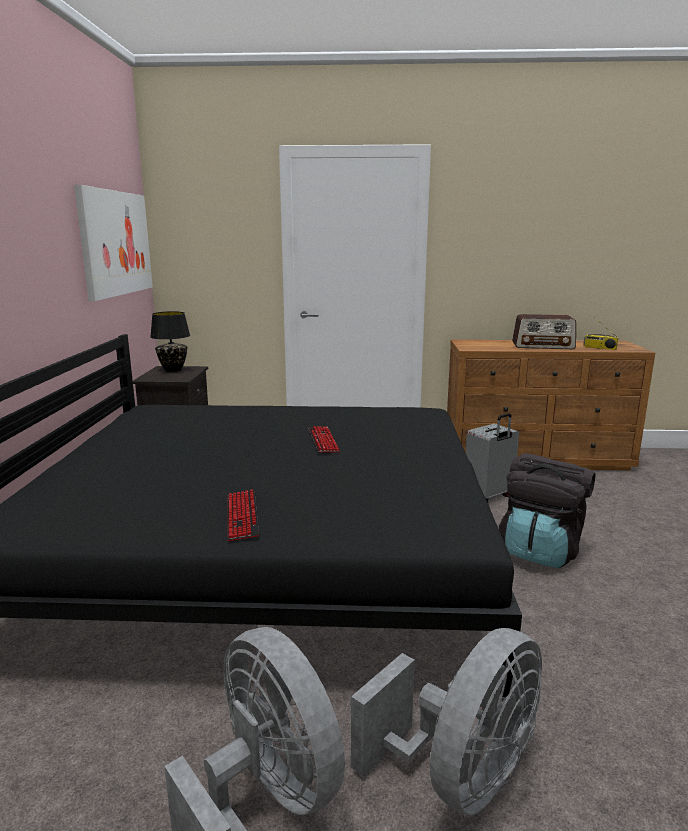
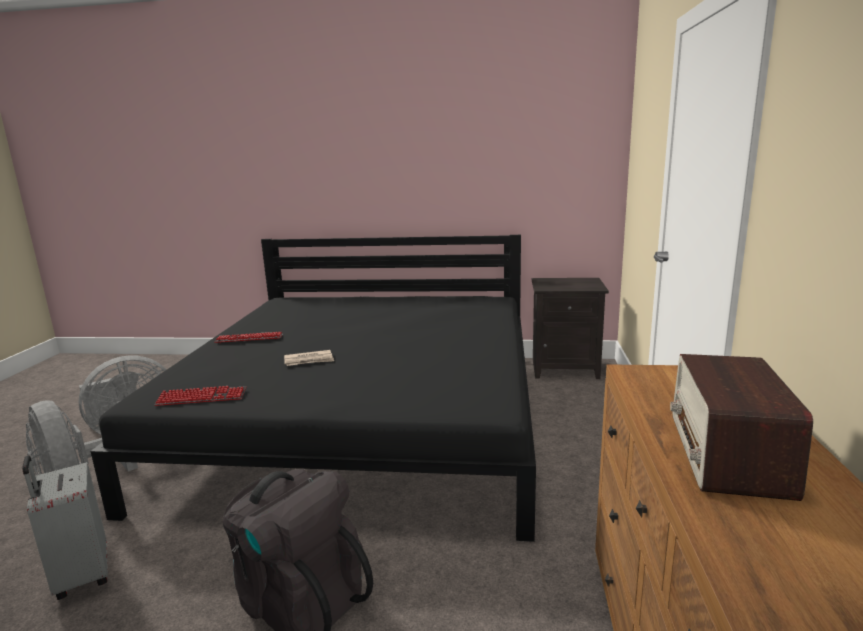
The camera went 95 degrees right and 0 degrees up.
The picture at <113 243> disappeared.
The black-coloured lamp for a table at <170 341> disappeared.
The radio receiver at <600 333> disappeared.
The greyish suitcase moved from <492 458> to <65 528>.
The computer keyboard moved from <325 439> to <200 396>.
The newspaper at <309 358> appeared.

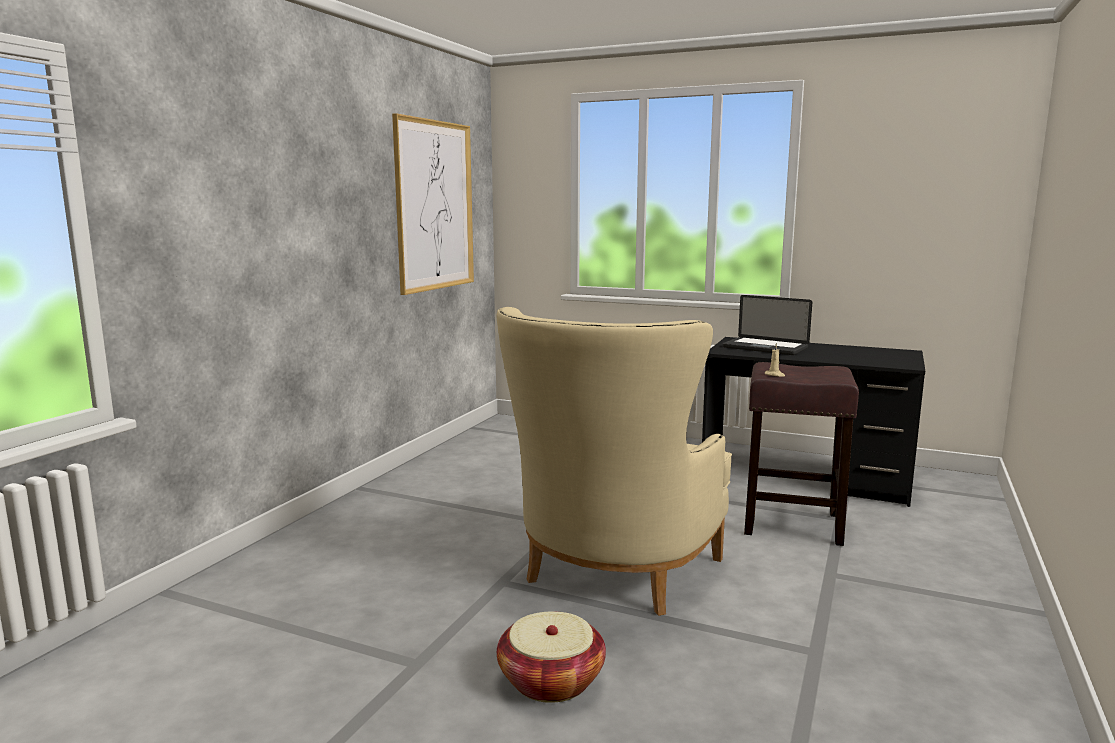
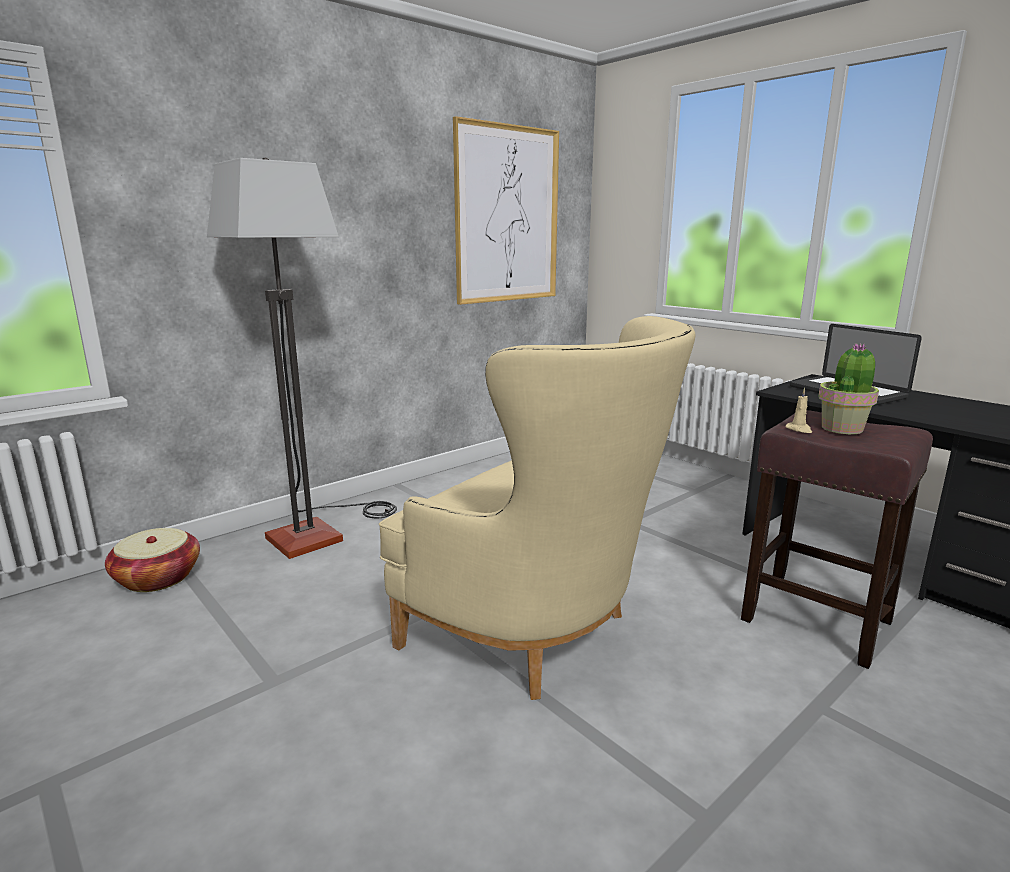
The camera went 25 degrees right and 5 degrees up.
The beige-coloured lounge chair at <614 461> turned 105 degrees counterclockwise.
The basket moved from <551 657> to <152 560>.
The standing lamp at <302 358> appeared.
The plant in a pot at <848 388> appeared.

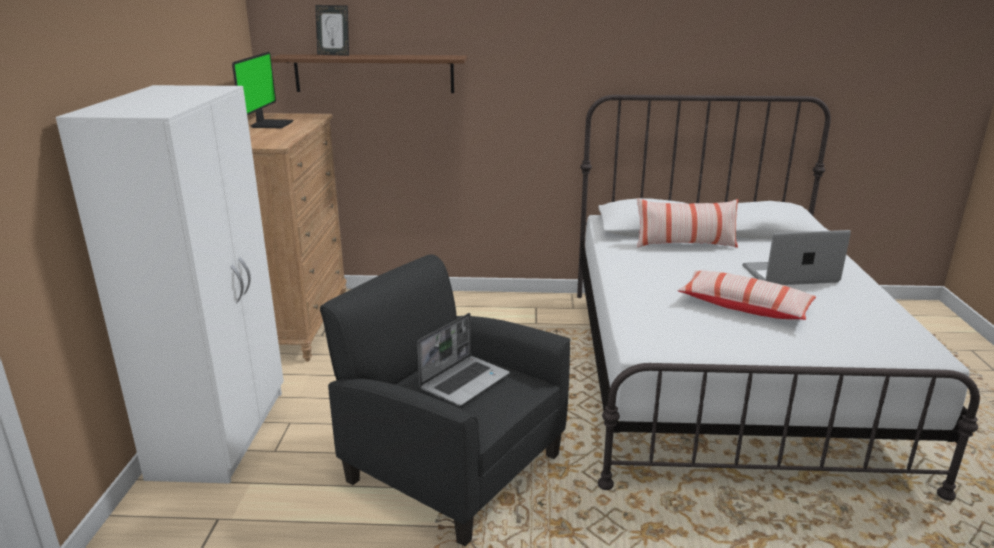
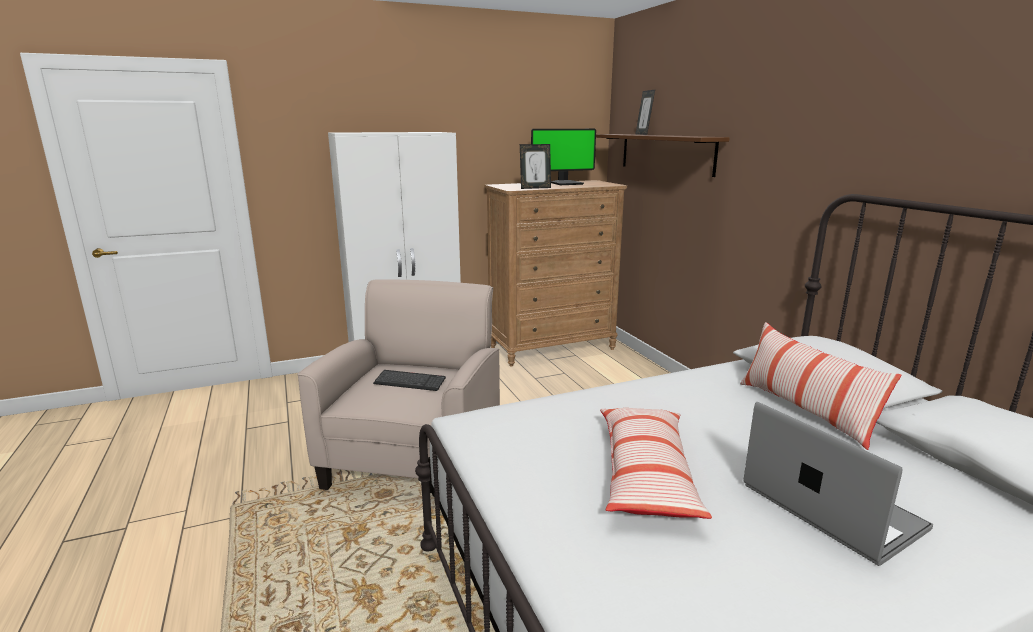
The camera went 65 degrees right and 5 degrees down.
The black-coloured lounge chair at <445 400> became the beige-coloured lounge chair at <398 384>.
The laptop at <463 359> was replaced by the computer keyboard at <409 380>.
The photo frame at <535 166> appeared.

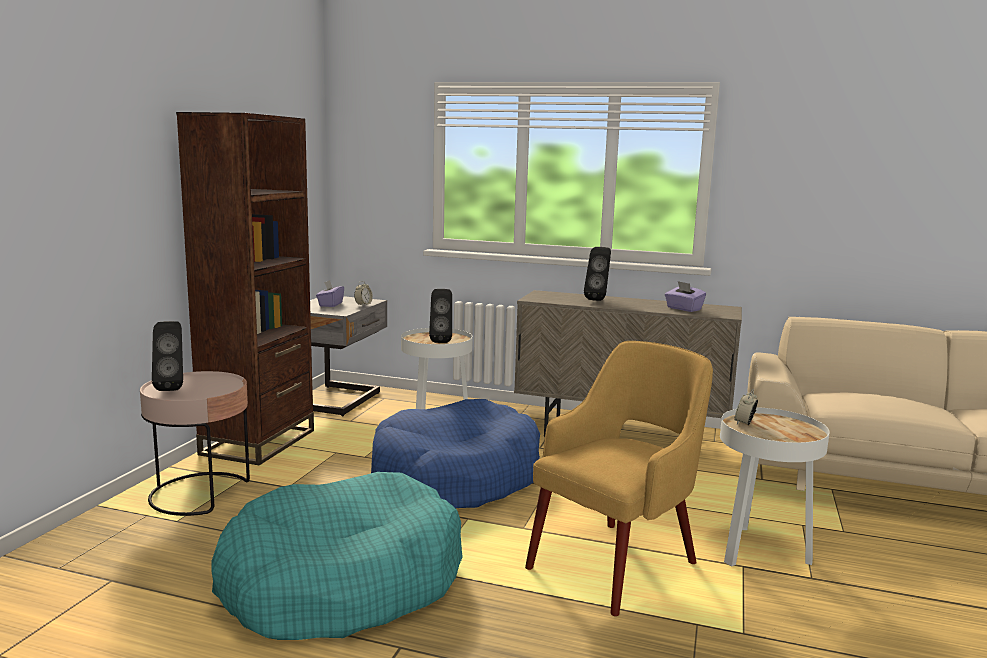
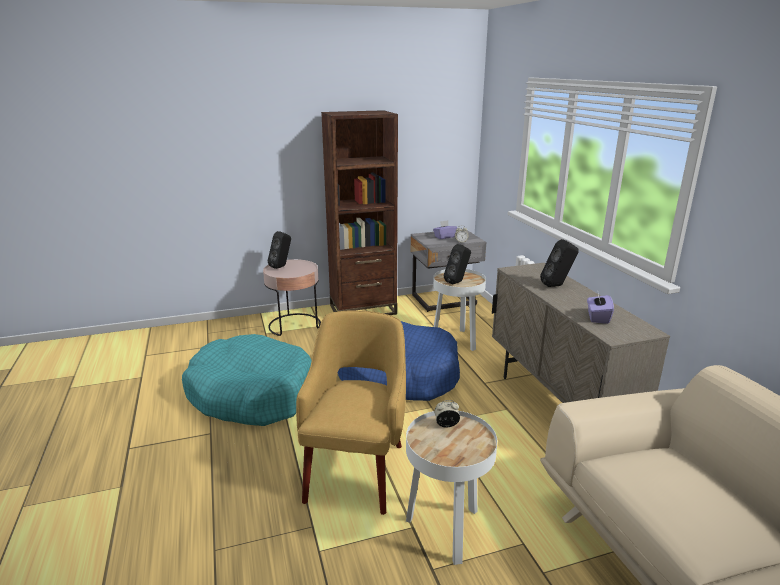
The camera went 55 degrees right and 10 degrees up.
The yellow-coloured lounge chair at <619 478> turned 90 degrees counterclockwise.

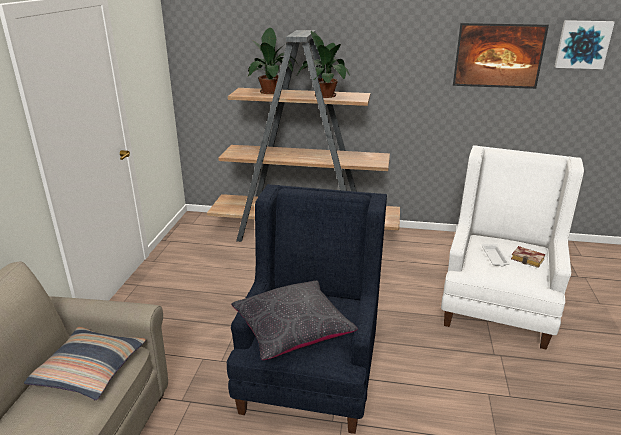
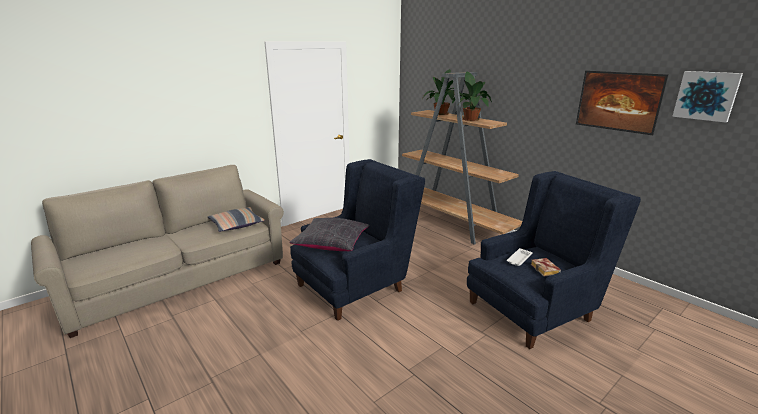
The camera went 40 degrees right and 5 degrees down.
The whitish lounge chair at <512 247> became the blue-coloured lounge chair at <554 260>.

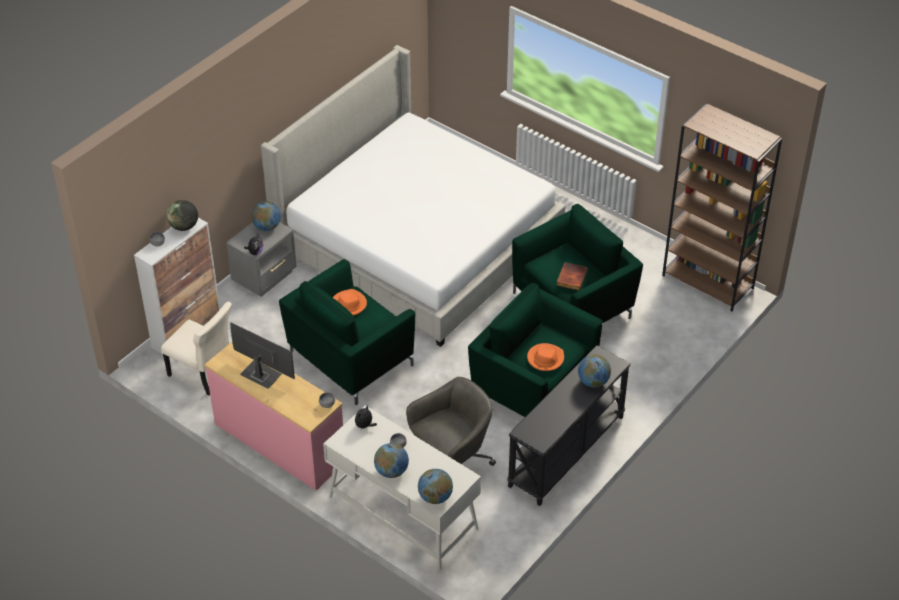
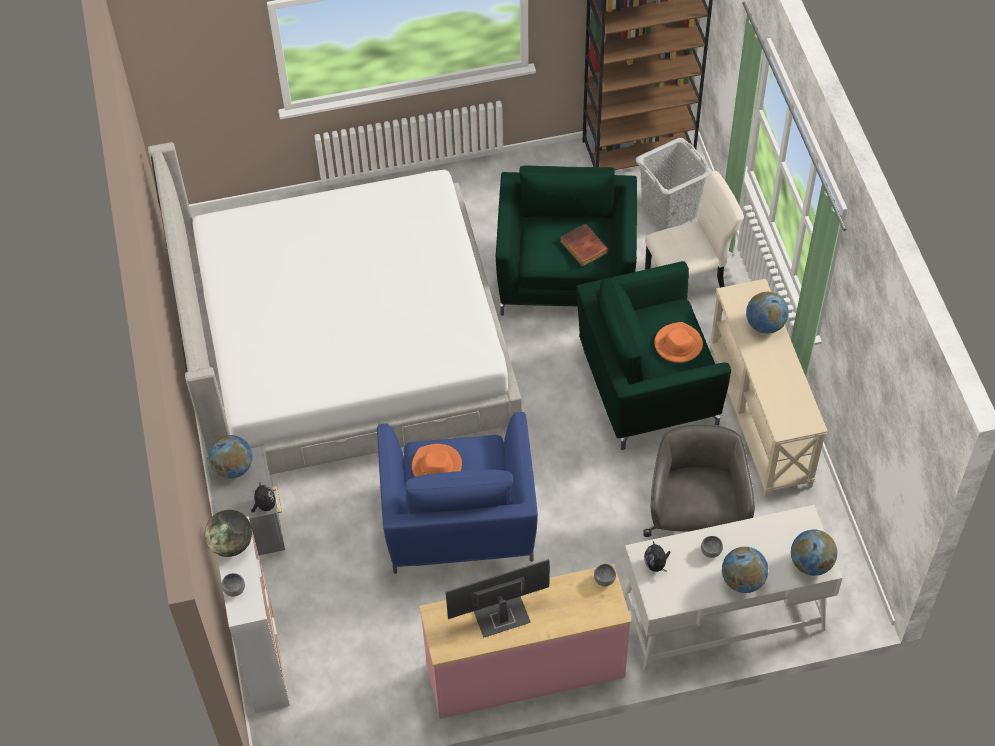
The camera went 50 degrees left and 10 degrees up.
The green-coloured lounge chair at <347 332> became the blue-coloured lounge chair at <457 493>.
The beige-coloured chair moved from <196 349> to <694 229>.
The black-coloured hall table at <569 425> became the beige-coloured hall table at <768 388>.
The greyish washing basket at <674 184> appeared.

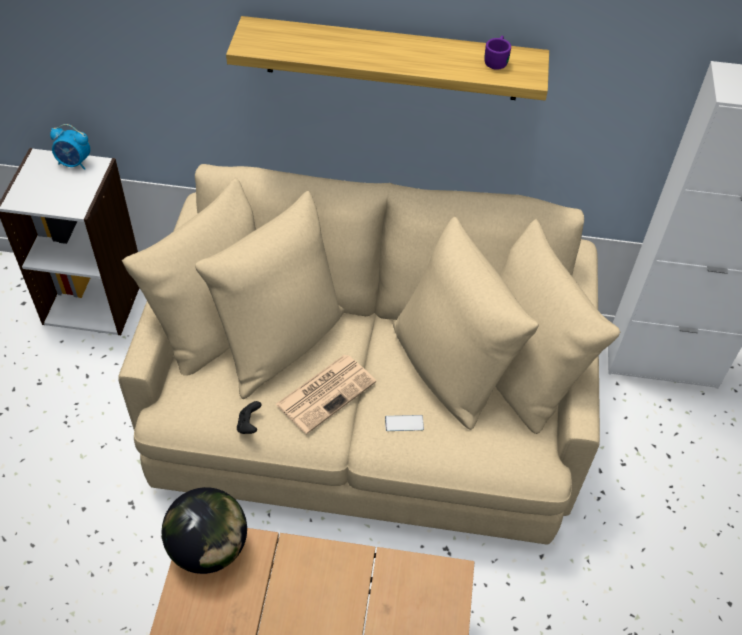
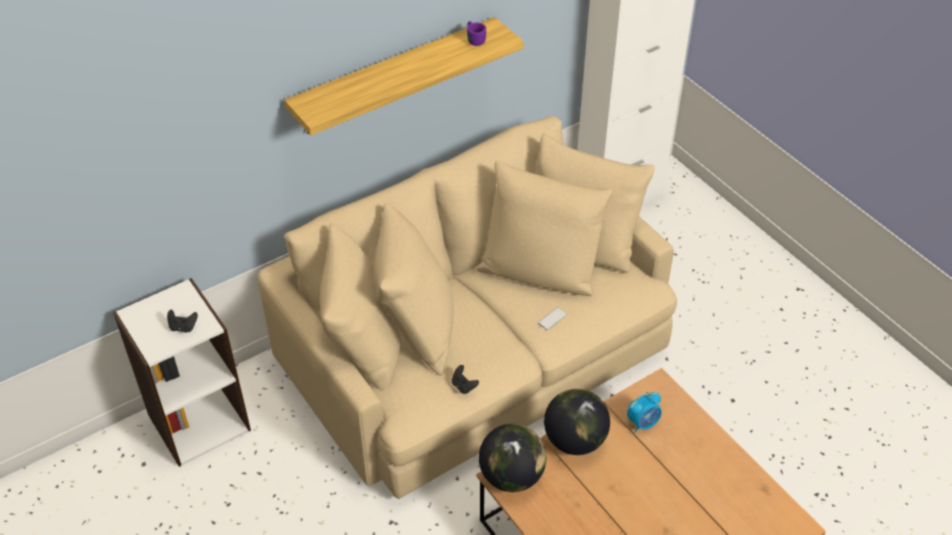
The camera went 40 degrees left and 5 degrees down.
The table clock moved from <70 147> to <644 412>.
The newspaper at <325 394> disappeared.
The black-coloured game controller at <182 321> appeared.
The globe at <577 422> appeared.

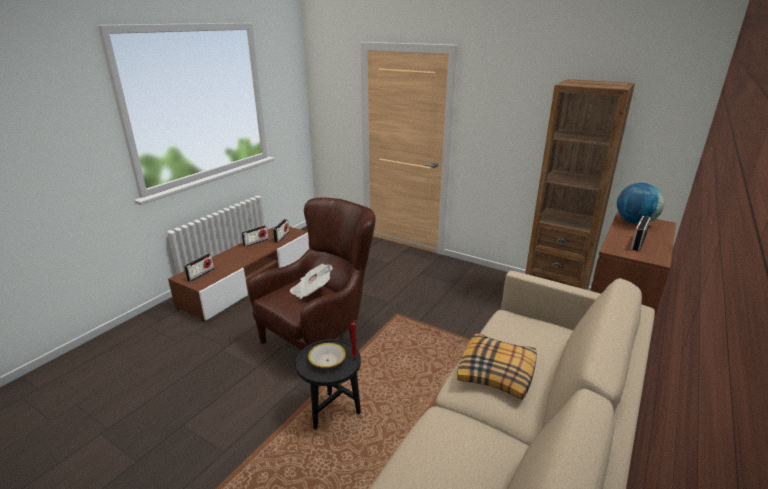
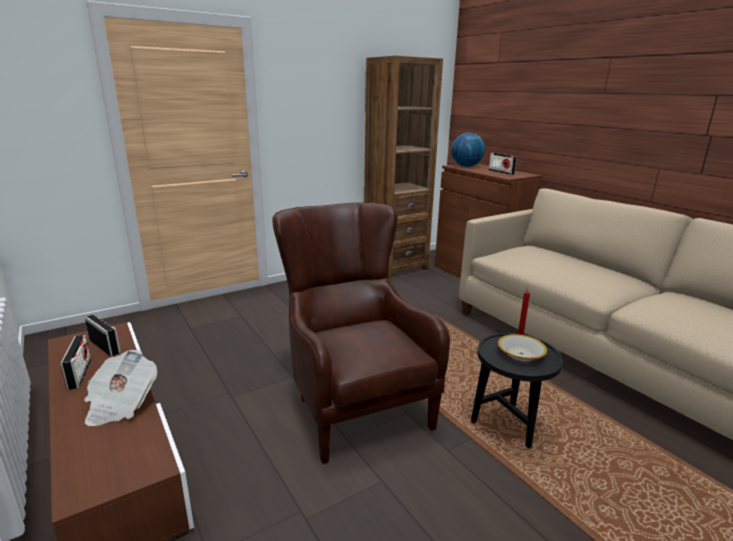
The camera went 65 degrees left and 5 degrees down.
The radio receiver at <199 268> disappeared.
The newspaper moved from <311 281> to <120 388>.
The pillow at <497 366> disappeared.

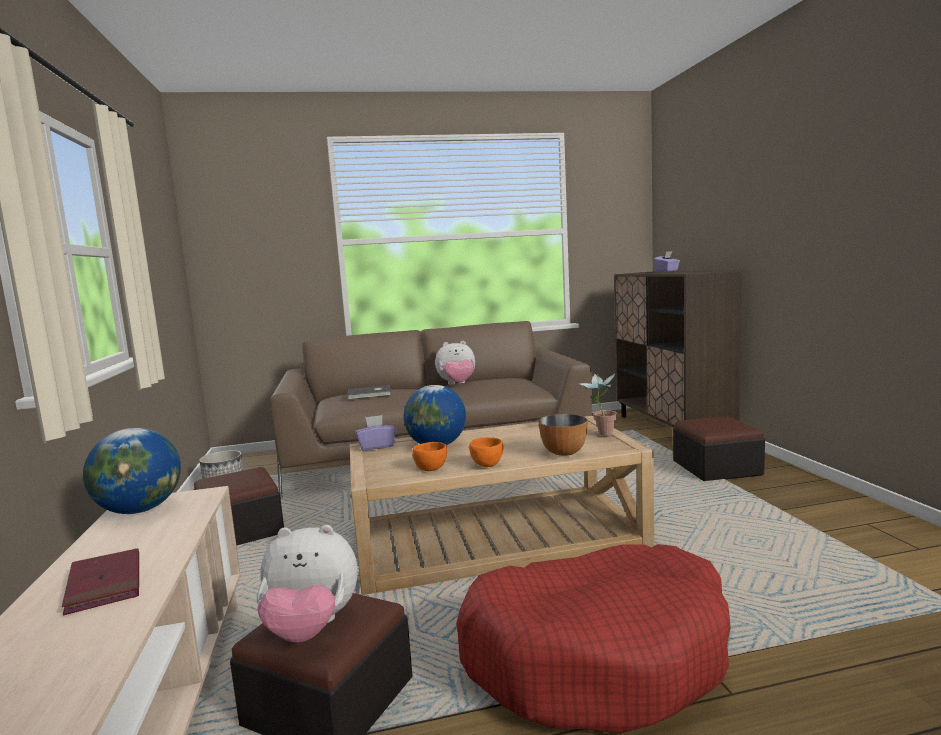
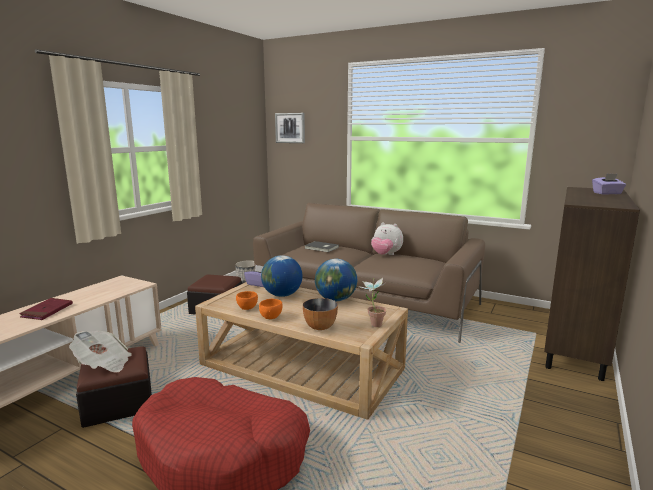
The camera went 40 degrees right and 5 degrees up.
The pouffe at <719 448> disappeared.
The globe moved from <132 471> to <336 280>.
The cuddly toy at <307 583> was replaced by the newspaper at <100 352>.
The picture at <290 128> appeared.

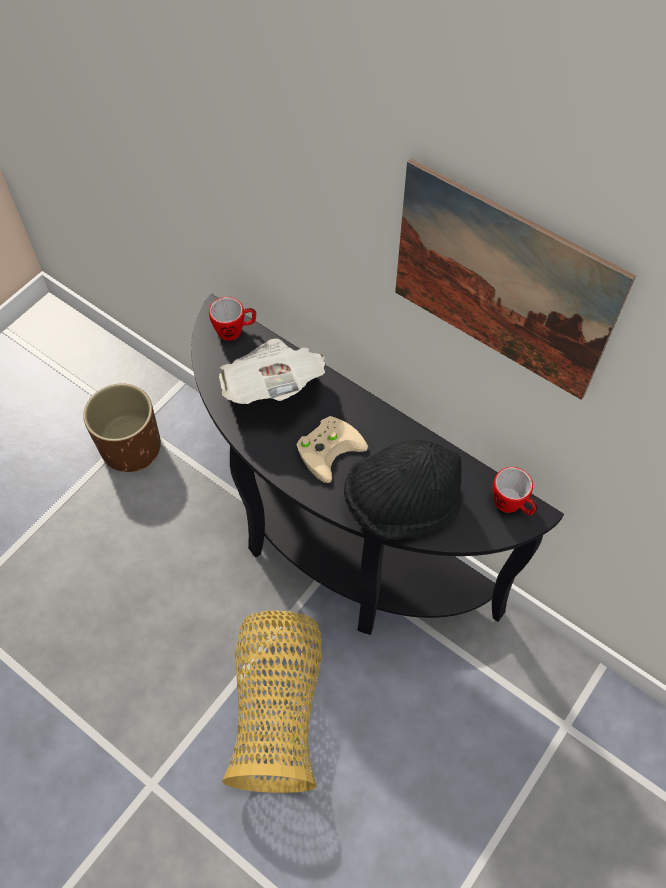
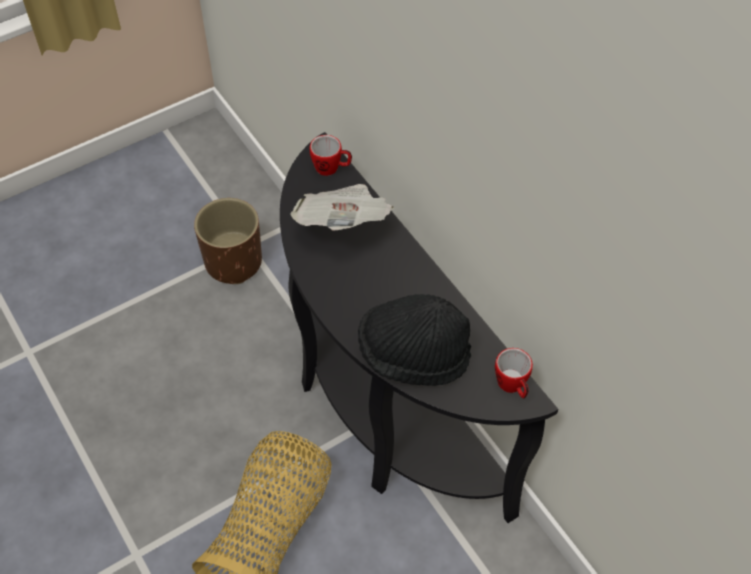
The camera went 20 degrees right and 5 degrees down.
The picture at <515 279> disappeared.
The beige-coloured game controller at <332 449> disappeared.

